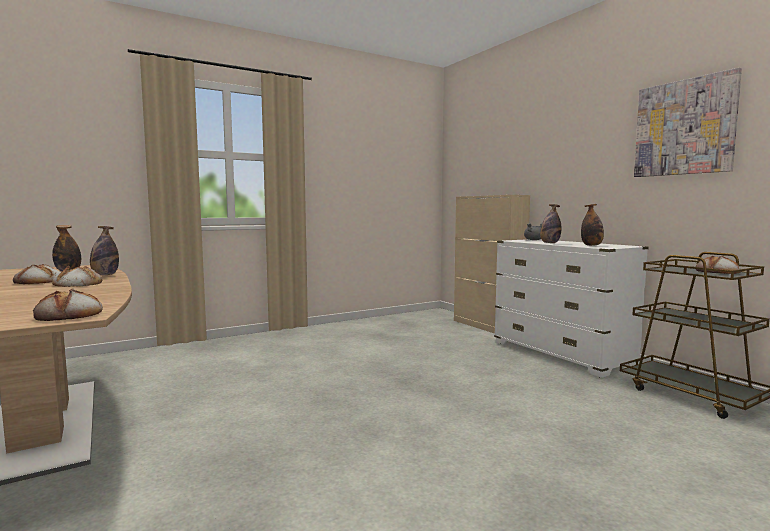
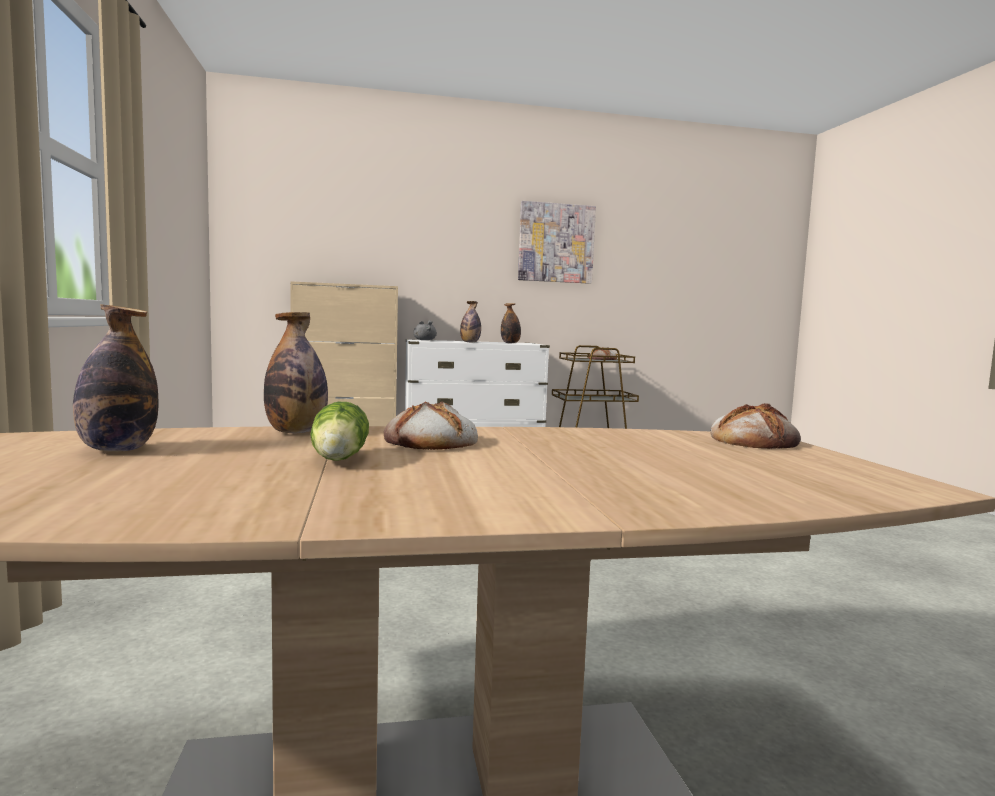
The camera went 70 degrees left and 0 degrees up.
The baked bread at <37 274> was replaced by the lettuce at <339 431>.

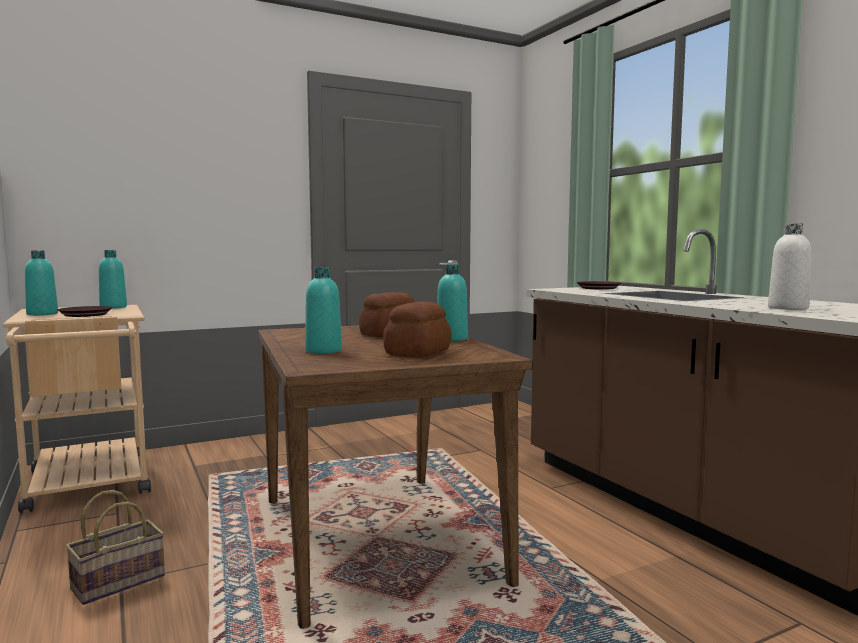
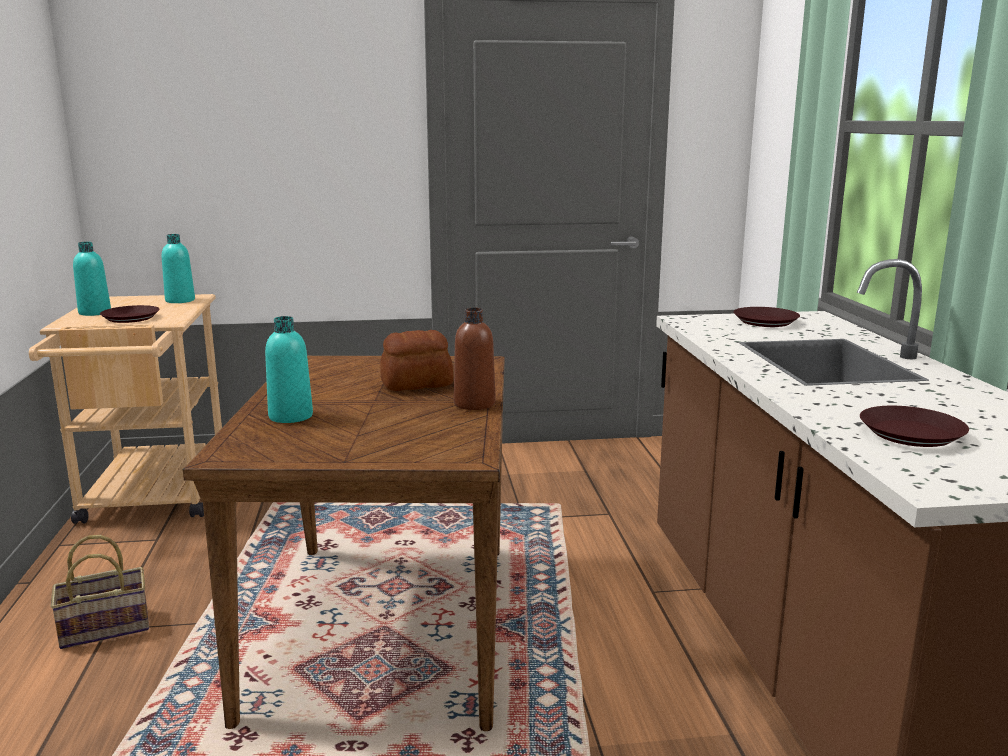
The camera went 20 degrees right and 10 degrees up.
The whitish bottle at <789 266> was replaced by the brownish flat dish at <914 426>.
The turquoise-coloured bottle at <452 302> became the brownish bottle at <475 359>.
The baked bread at <417 329> disappeared.

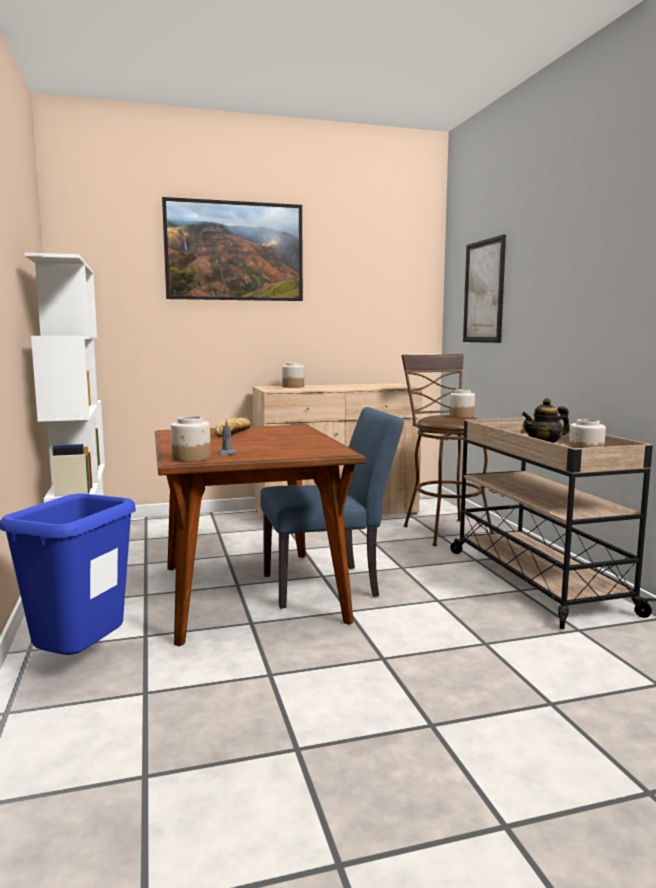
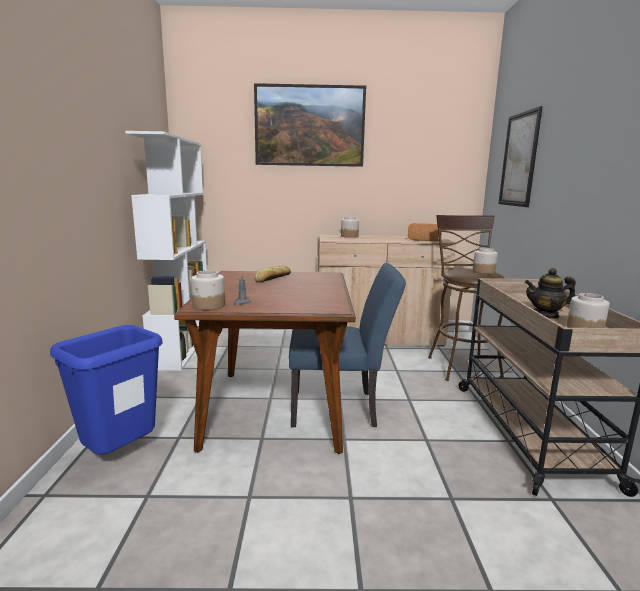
The camera went 15 degrees right and 5 degrees up.
The baked bread at <425 232> appeared.

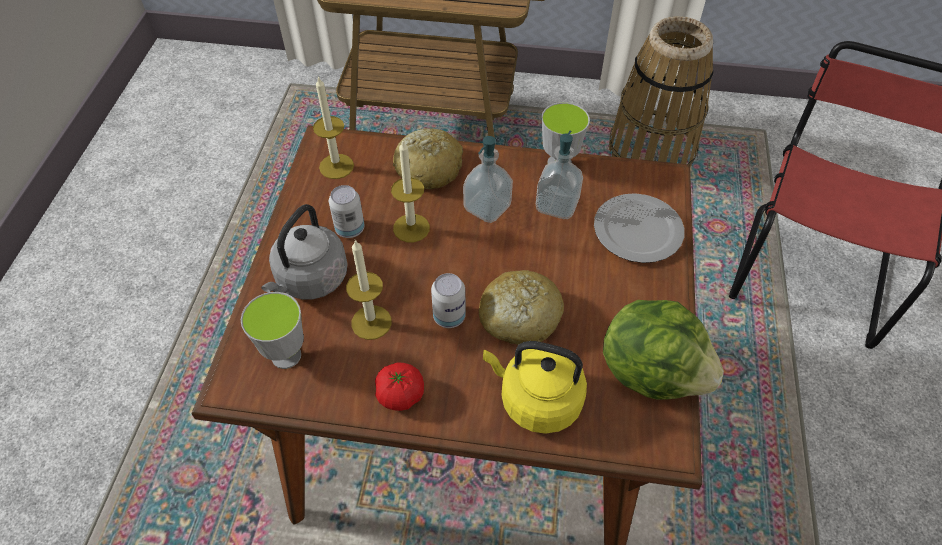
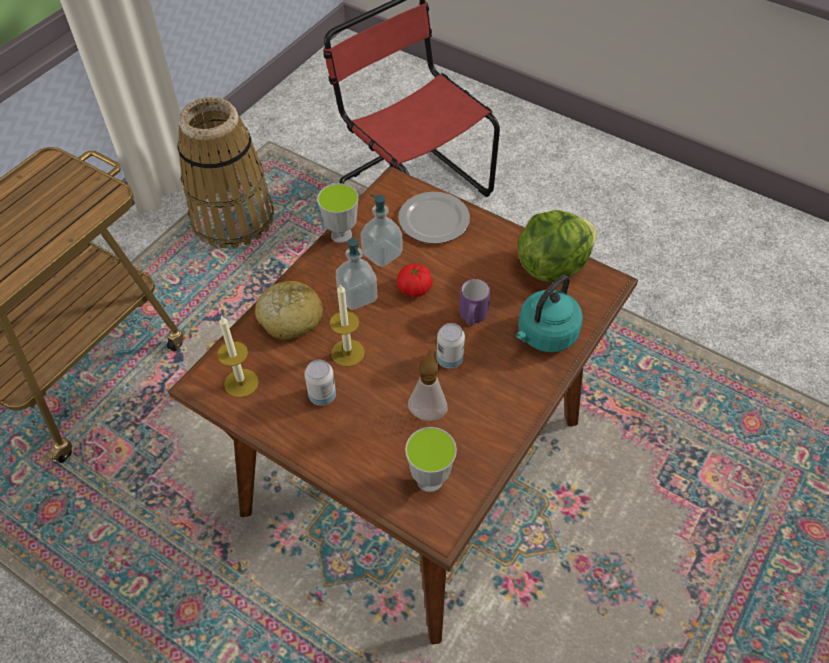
The camera went 65 degrees left and 0 degrees up.
The greyish water kettle at <304 251> disappeared.
The candle at <369 290> was replaced by the liquid soap bottle at <428 385>.
The baked bread at <521 307> was replaced by the purplish coffee mug at <474 302>.
The yellow-coloured water kettle at <535 387> became the turquoise-coloured water kettle at <549 313>.
The tomato moved from <399 386> to <415 280>.

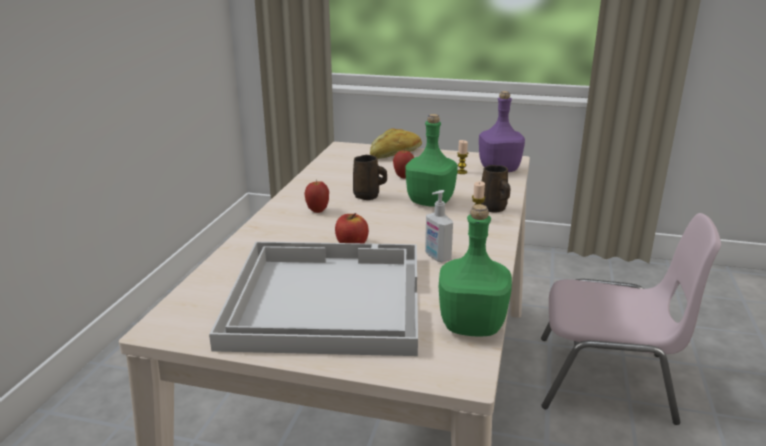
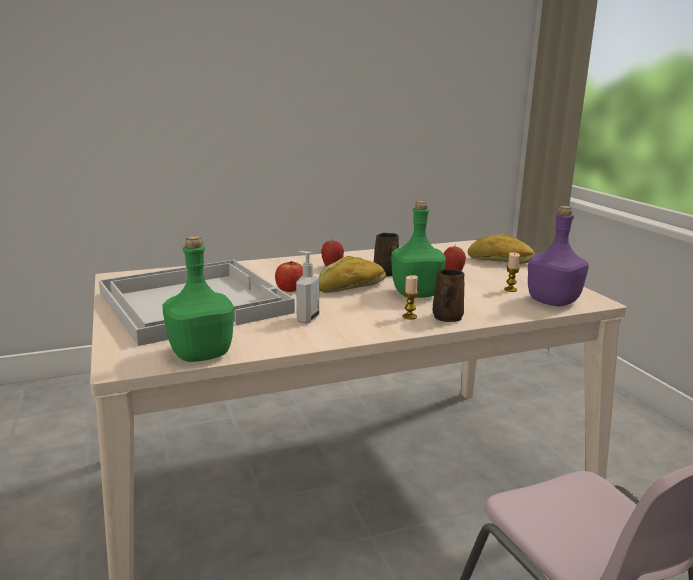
The camera went 55 degrees right and 5 degrees down.
The baked bread at <352 274> appeared.

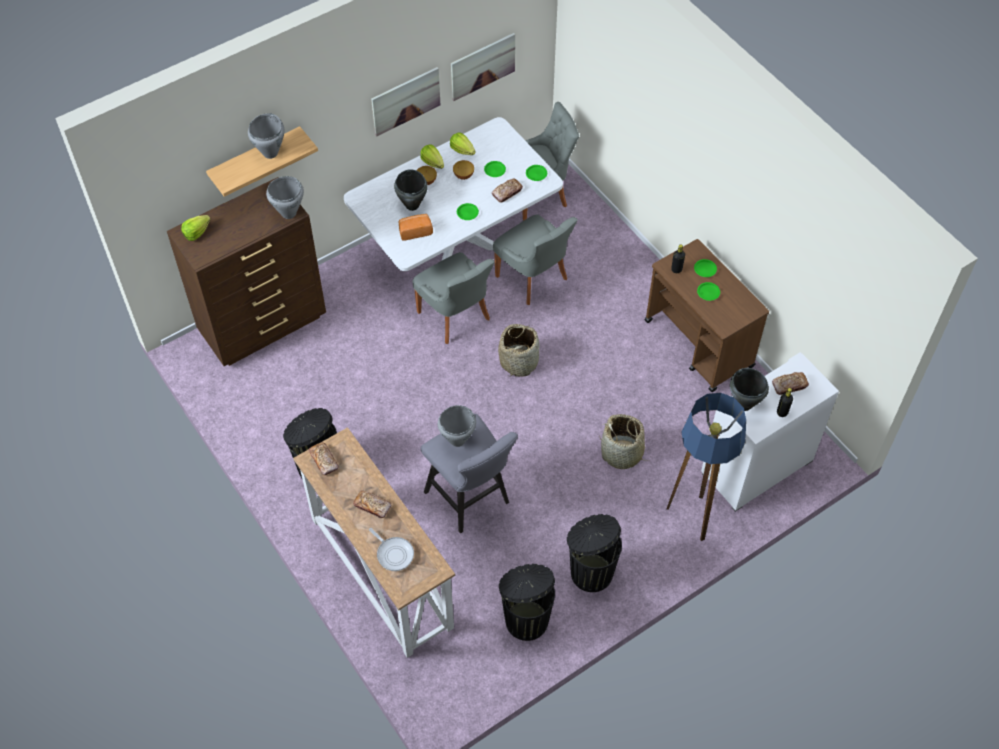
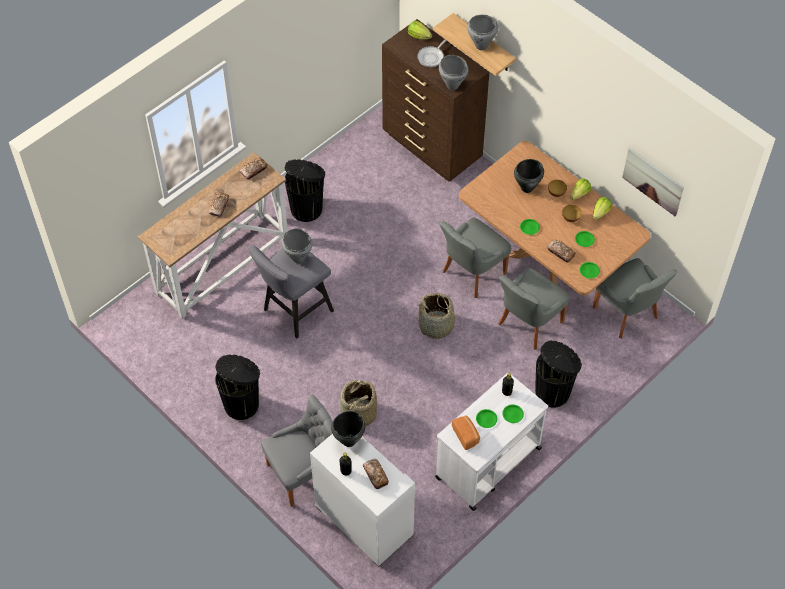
The camera went 80 degrees right and 0 degrees up.
The picture at <405 102> disappeared.
The whitish dinner table at <453 194> became the brownish dinner table at <554 218>.
The baked bread moved from <416 227> to <466 433>.
The brownish wheeled cart at <707 315> became the whitish wheeled cart at <491 441>.
The standing lamp at <706 467> was replaced by the greyish chair at <297 450>.
The frying pan moved from <391 549> to <432 53>.
The black-coloured trash can moved from <527 602> to <558 374>.

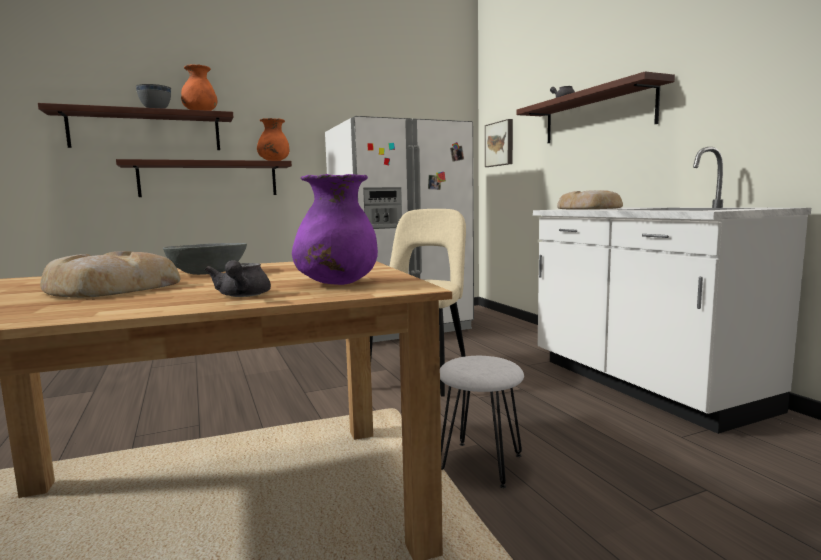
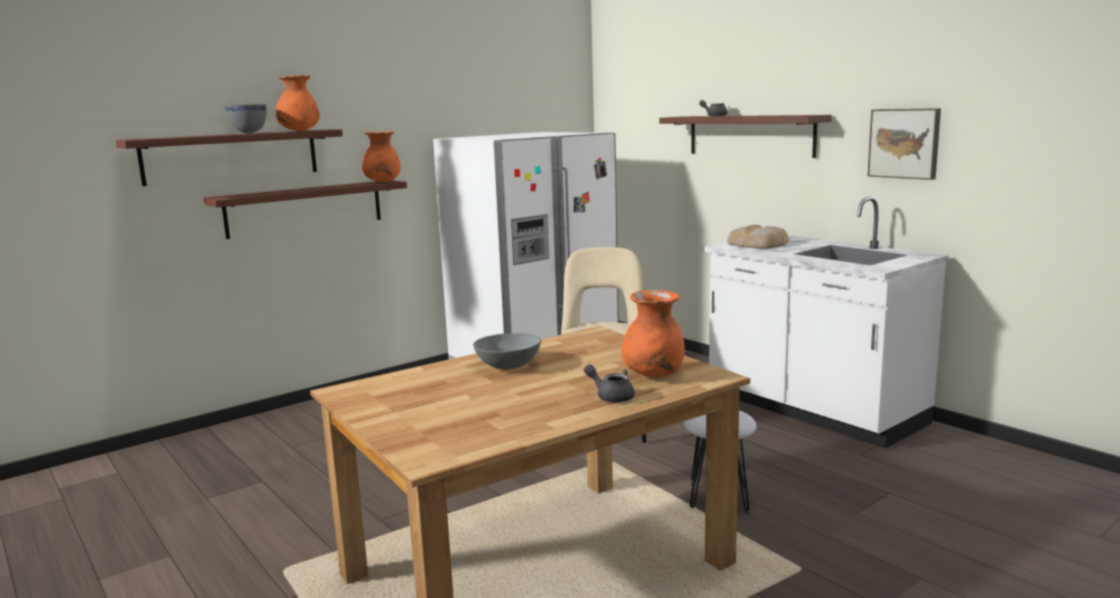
The camera went 15 degrees left and 5 degrees up.
The picture moved from <499 143> to <904 144>.
The purplish decorative vase at <335 229> became the orange-coloured decorative vase at <653 333>.
The baked bread at <110 274> disappeared.
The greyish pot for tea at <238 278> turned 150 degrees clockwise.

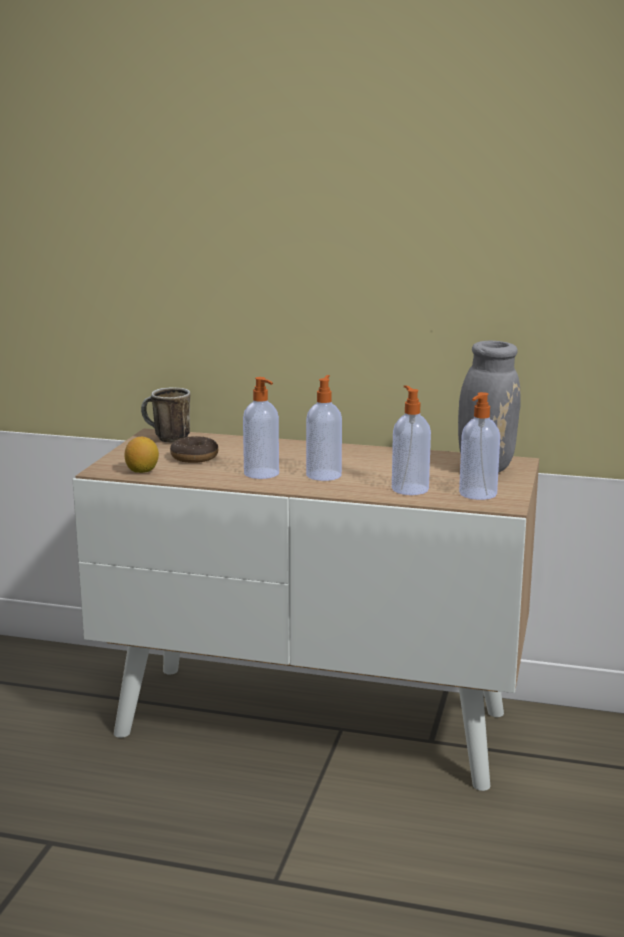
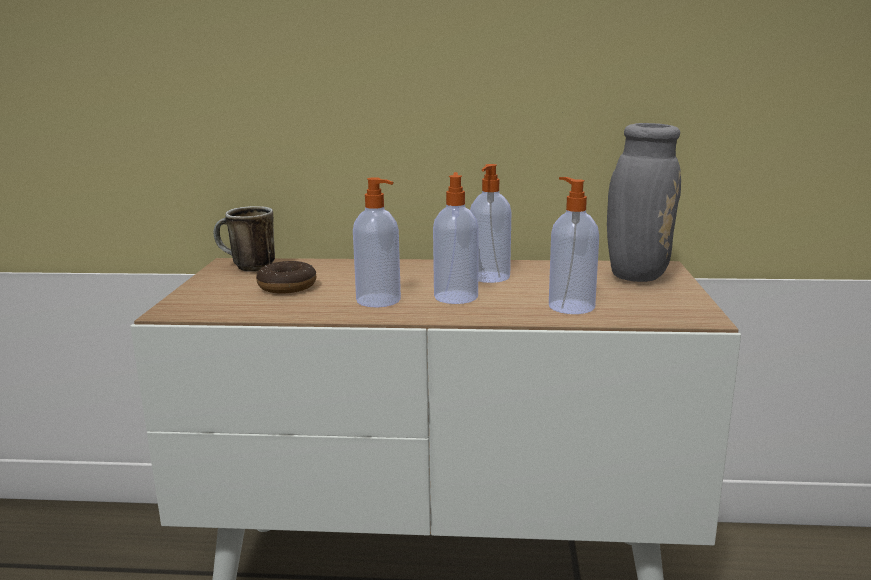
The camera went 10 degrees left and 0 degrees up.
The liquid soap bottle moved from <479 446> to <490 223>.
The lemon at <142 455> disappeared.

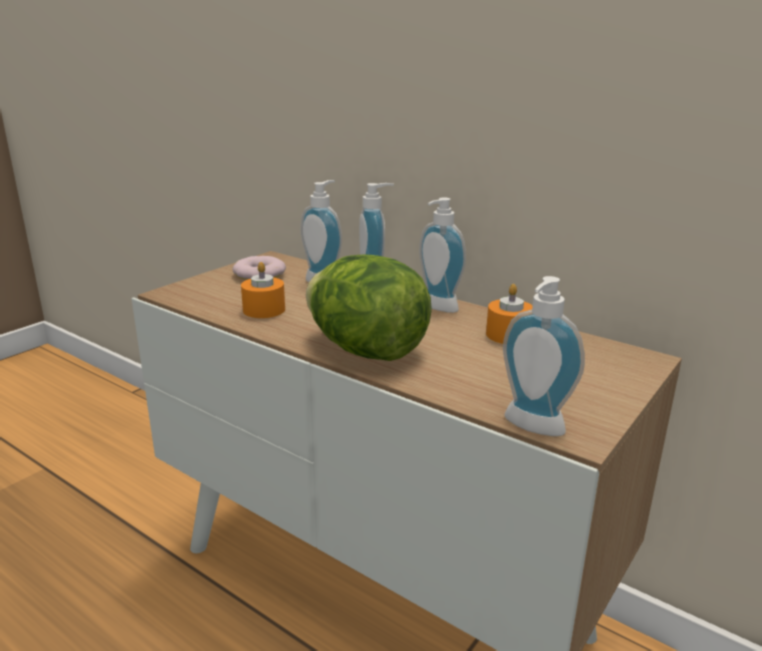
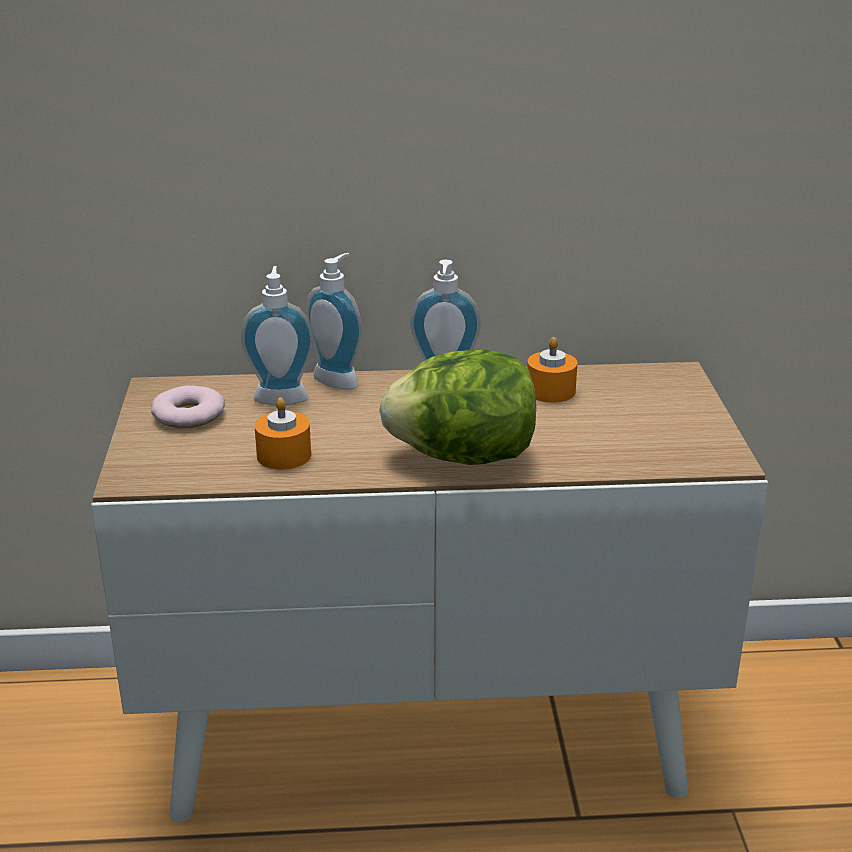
The camera went 40 degrees left and 5 degrees up.
The liquid soap bottle at <544 356> disappeared.

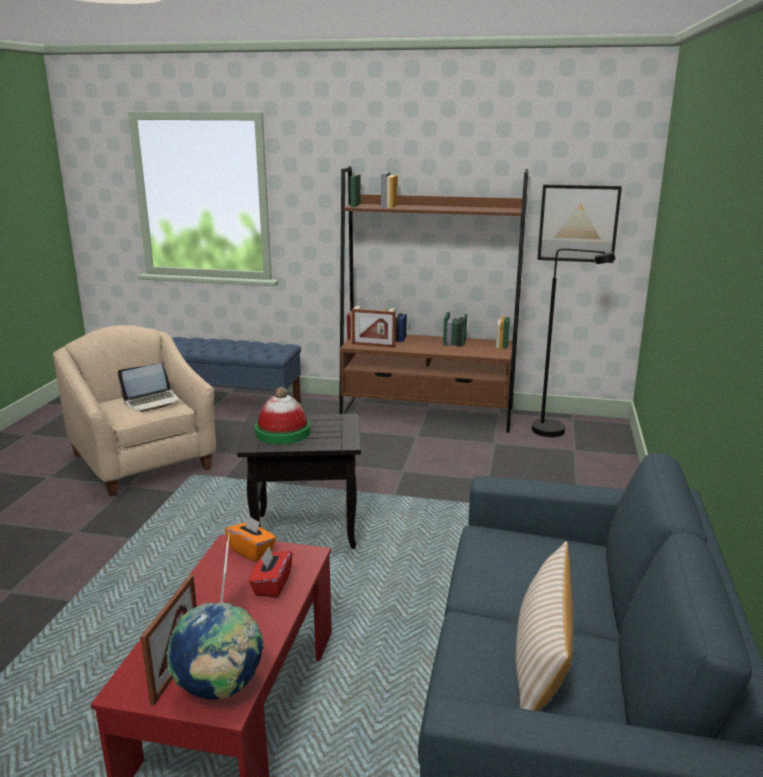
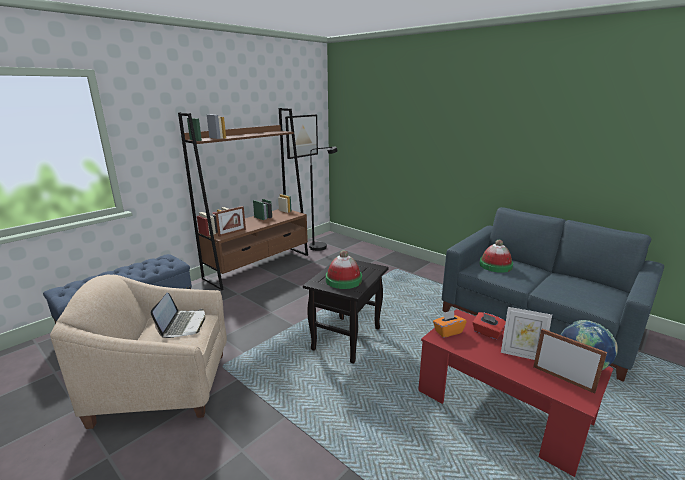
The camera went 60 degrees left and 0 degrees up.
The beige-coloured pillow at <544 626> disappeared.
The clothing hat at <496 256> appeared.

